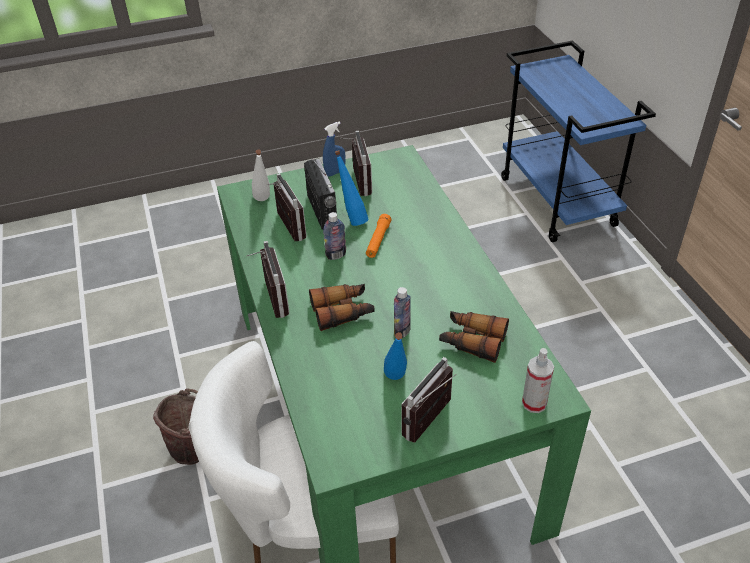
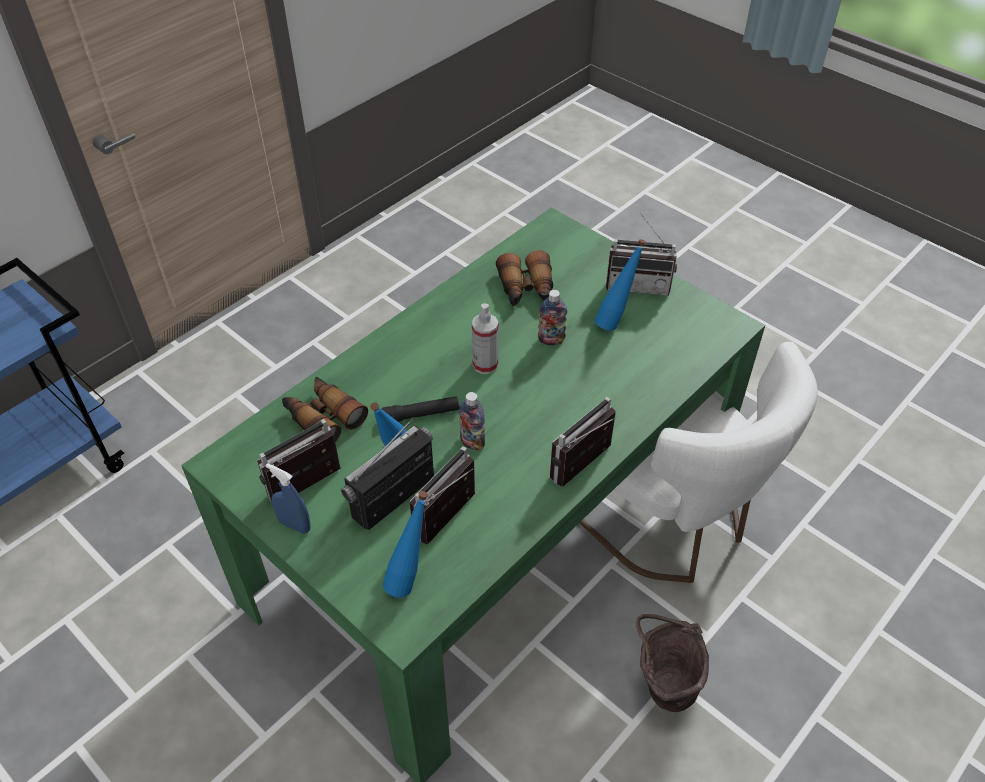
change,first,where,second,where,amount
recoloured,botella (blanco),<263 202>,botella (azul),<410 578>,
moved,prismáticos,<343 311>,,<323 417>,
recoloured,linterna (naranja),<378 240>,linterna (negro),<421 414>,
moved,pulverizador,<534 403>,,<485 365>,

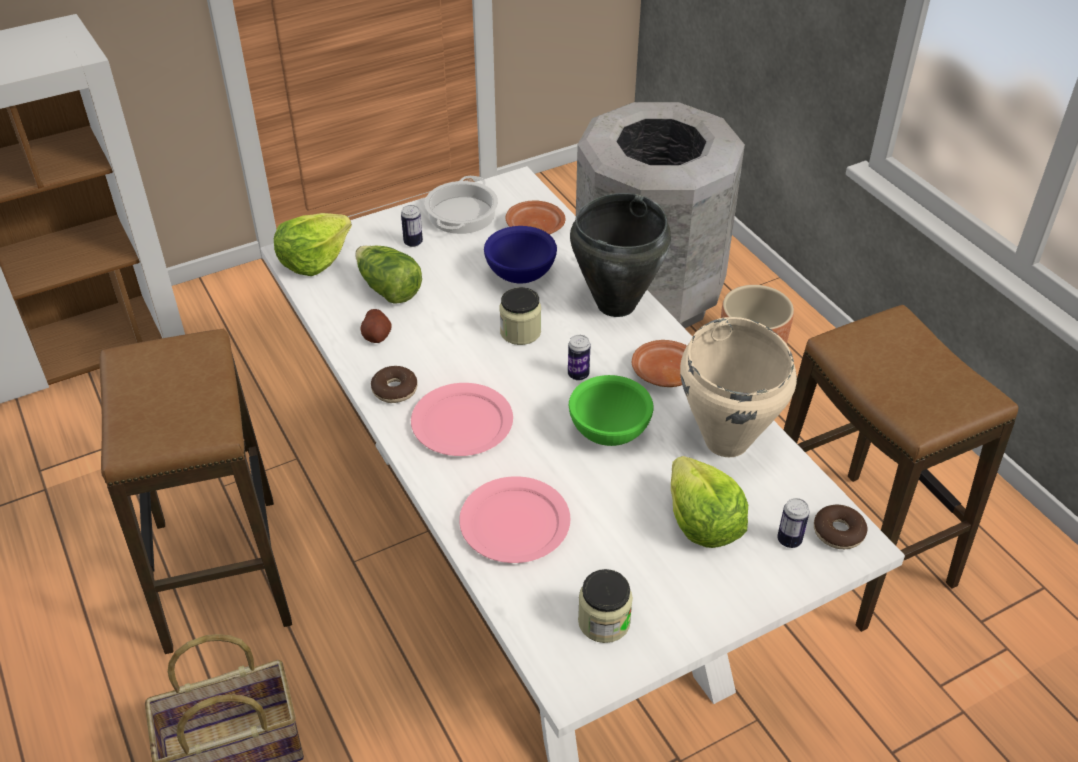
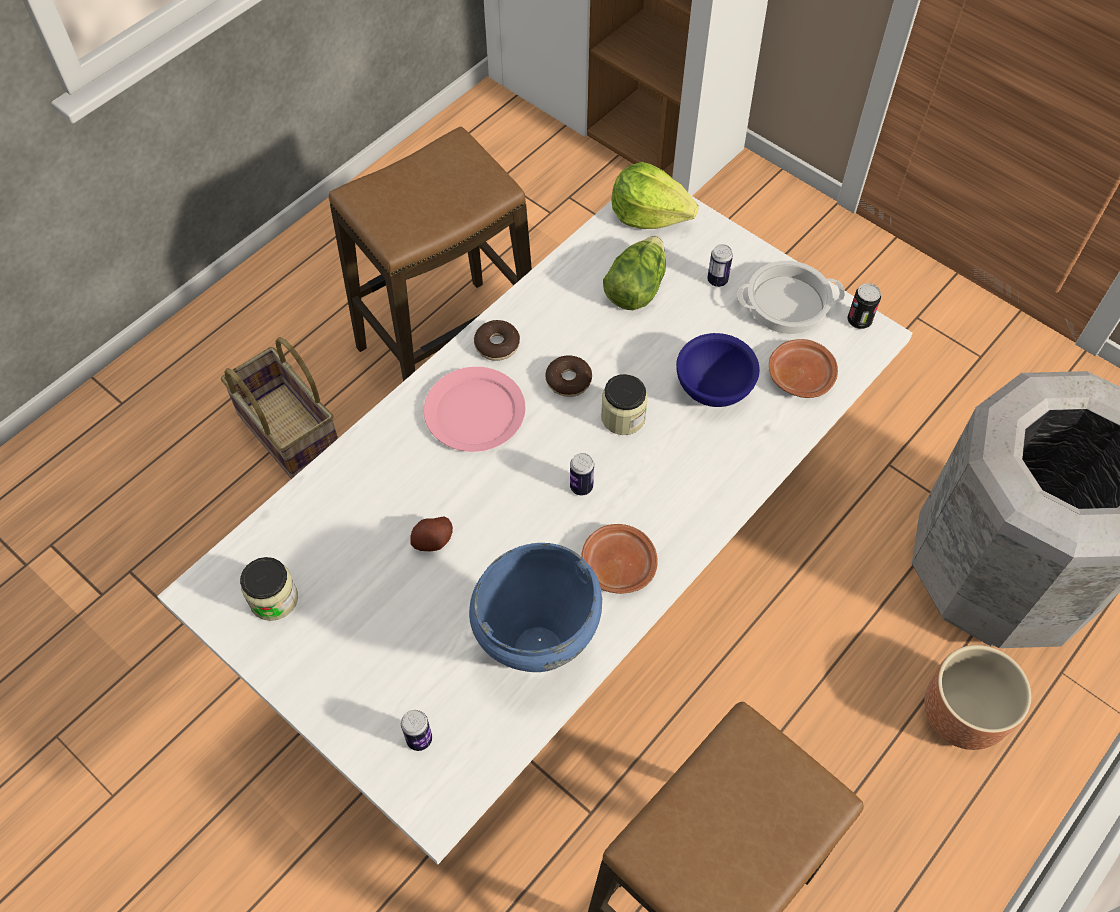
change,first,where,second,where,amount
moved,patata,<377 336>,,<433 540>,
removed,plato (rosa),<515 523>,,,
removed,cuenco (verde),<610 433>,,,
removed,olla (negro),<615 304>,,,
removed,lechuga,<702 522>,,,
recoloured,olla (beis),<727 440>,olla (azul),<539 650>,
moved,rosquilla,<838 532>,,<568 380>,
added,,,lata,<859 320>,

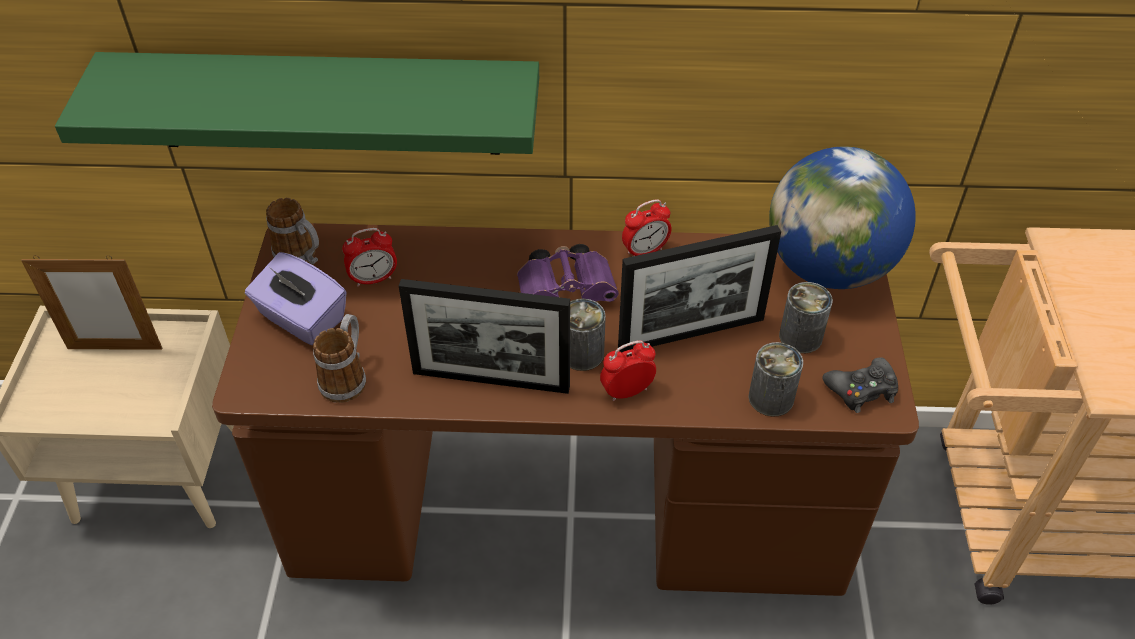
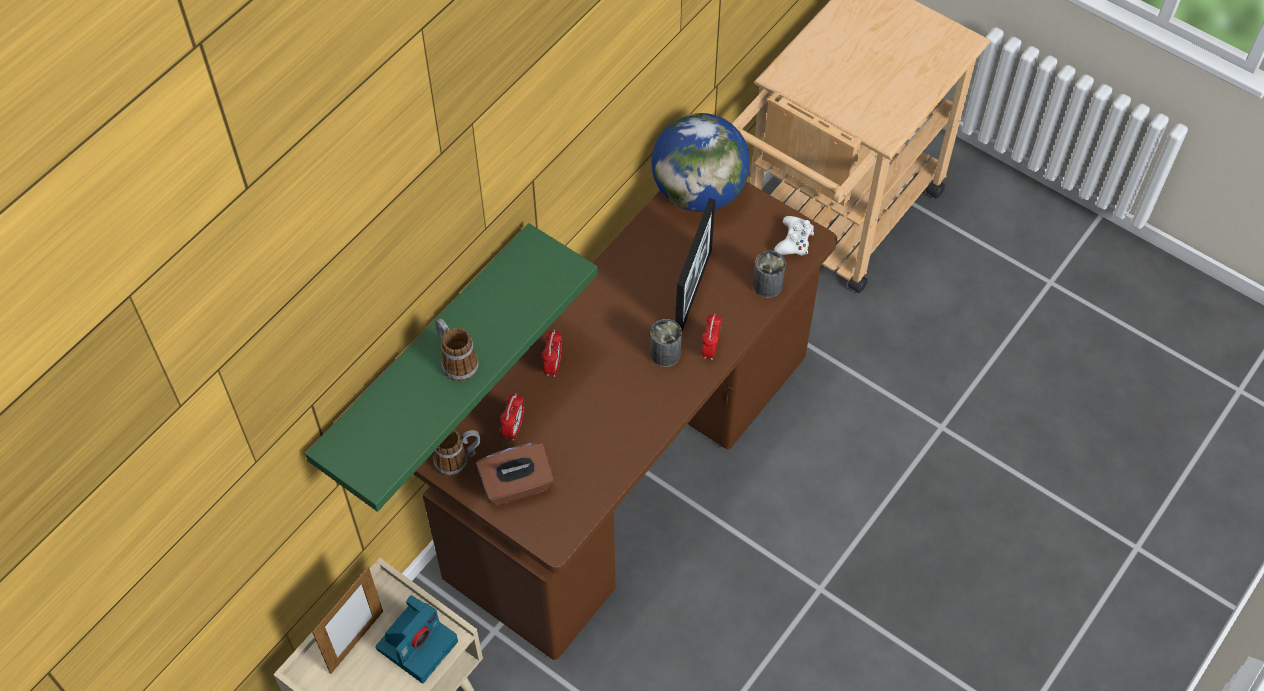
change,first,where,second,where,amount
recoloured,caja de pañuelos (morado),<301 319>,caja de pañuelos (marrón),<517 485>,
moved,taza grande,<347 377>,,<456 361>,
removed,portarretratos,<491 380>,,,
removed,prismáticos (morado),<568 292>,,,
moved,despertador,<645 251>,,<553 365>,
removed,lata,<800 337>,,,
recoloured,mando de consola (negro),<861 390>,mando de consola (blanco),<794 241>,
added,,,cámara,<417 643>,

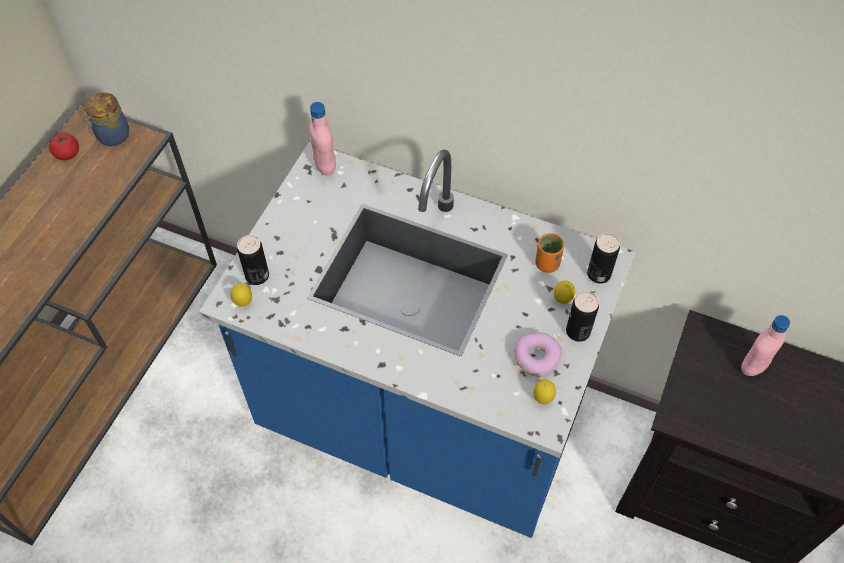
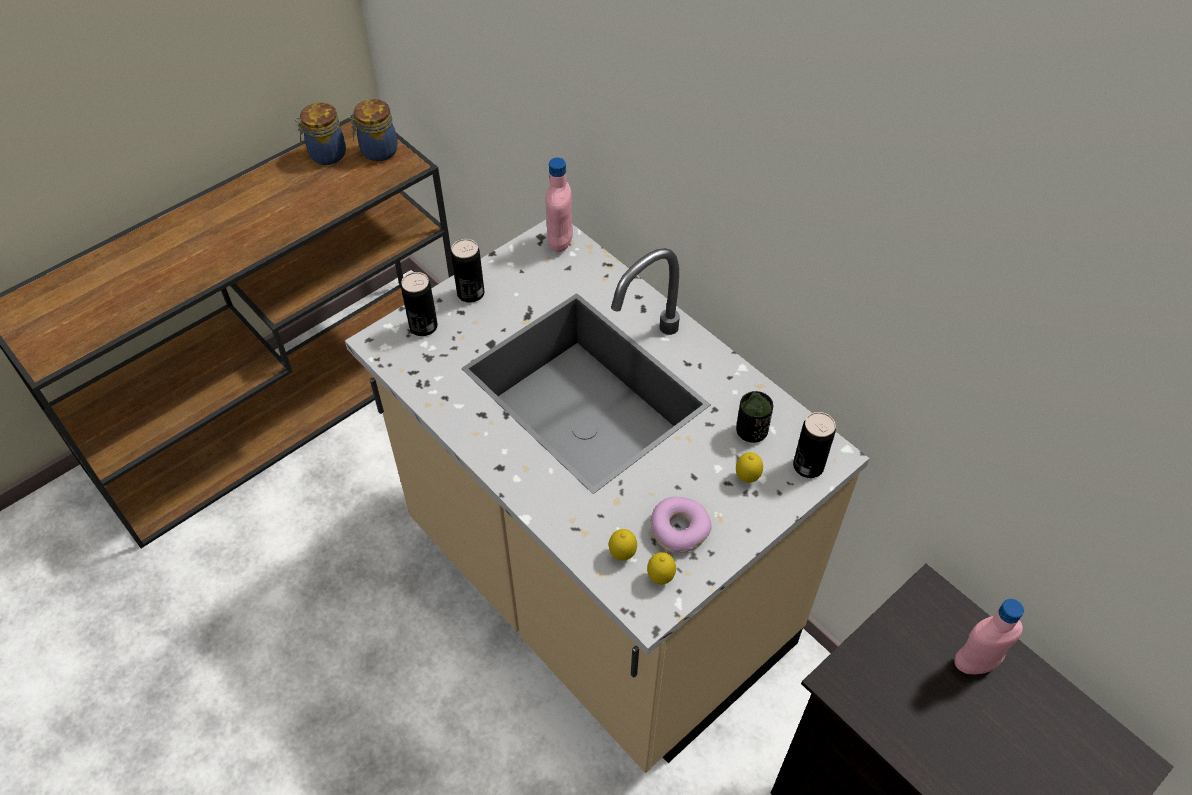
change,first,where,second,where,amount
replaced,tomate,<68 154>,tarro,<326 155>,
recoloured,mueble bajo de cocina (azul),<422 420>,mueble bajo de cocina (beis),<596 590>,
moved,limón,<243 302>,,<622 555>,
recoloured,taza (naranja),<547 264>,taza (negro),<751 431>,
moved,lata,<578 331>,,<470 293>,

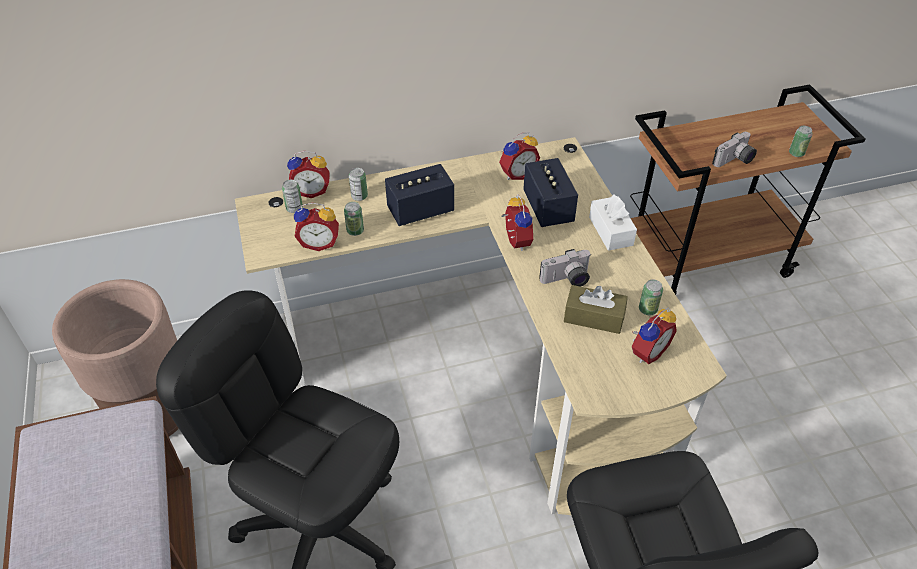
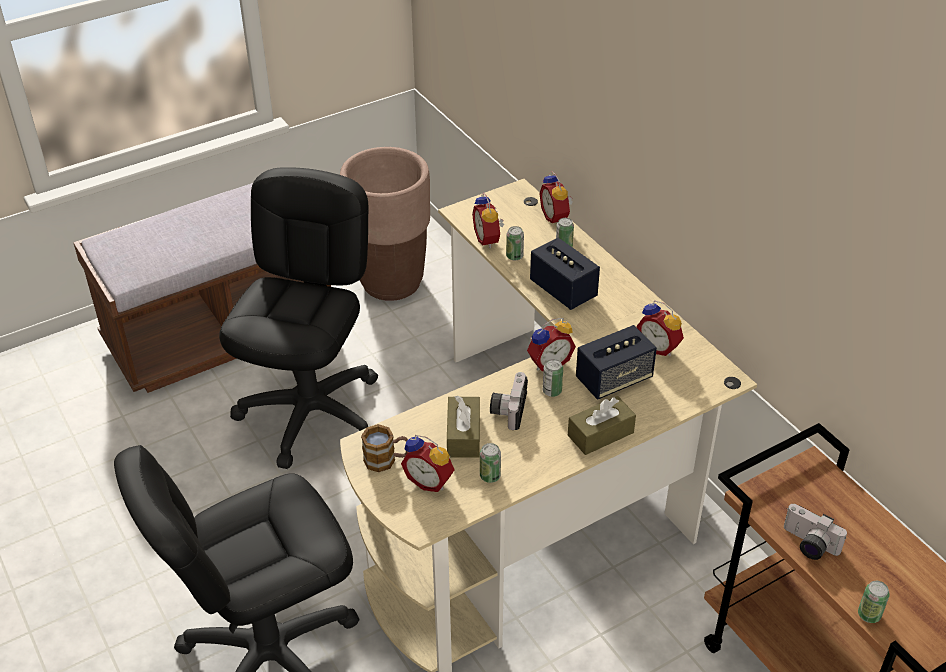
change,first,where,second,where,amount
moved,lata,<294 208>,,<552 391>,
turned,cámara,<567 280>,,<508 409>,45 degrees clockwise
recoloured,caja de pañuelos (blanco),<610 231>,caja de pañuelos (marrón),<600 434>,
added,,,taza grande,<386 460>,

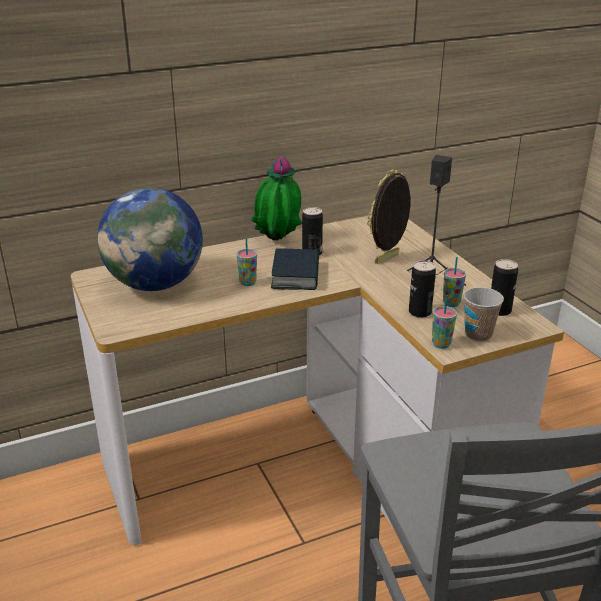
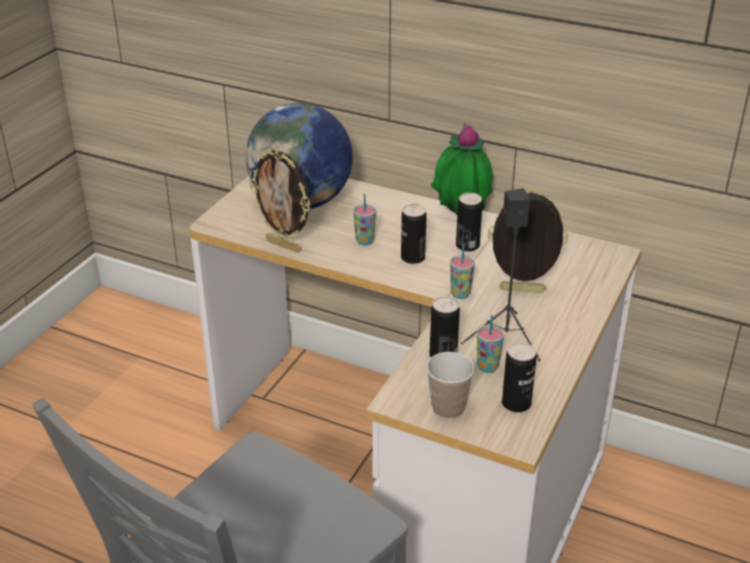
change,first,where,second,where,amount
replaced,libro,<296 275>,lata,<413 258>,
moved,taza,<441 344>,,<460 294>,
added,,,portarretratos,<284 245>,

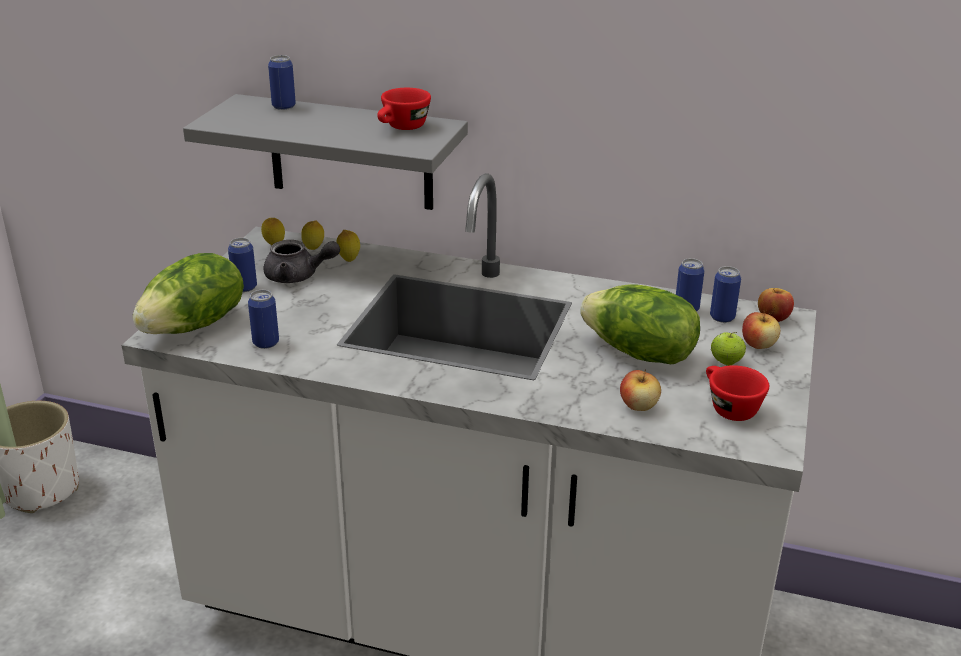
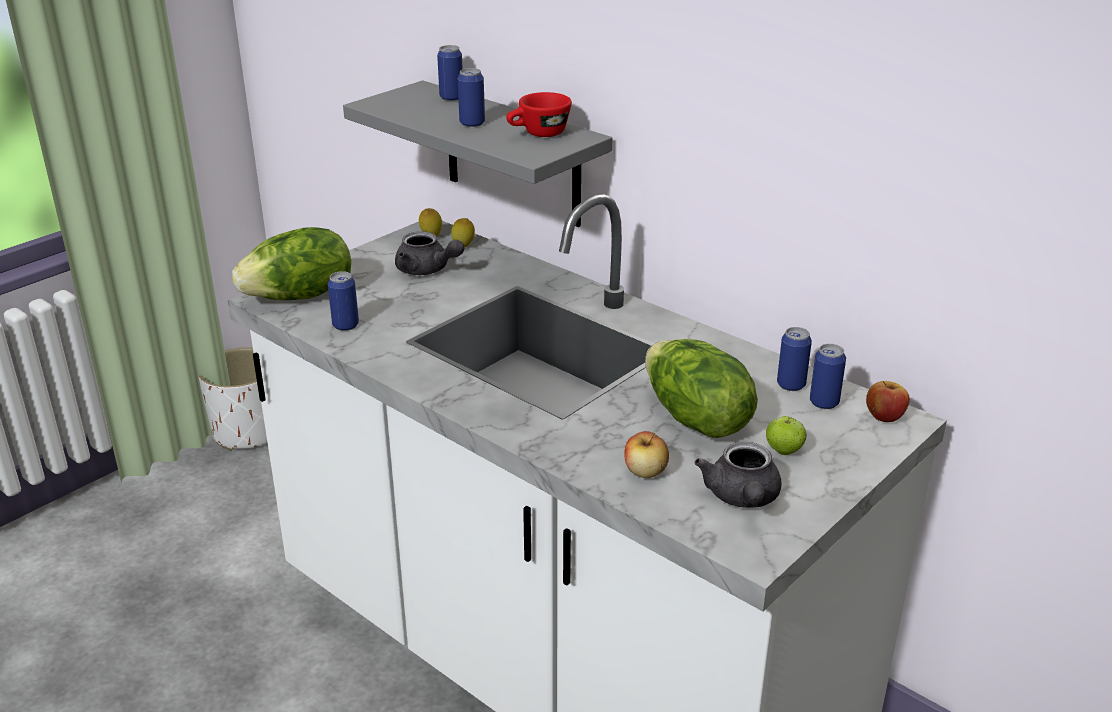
change,first,where,second,where,amount
moved,lata,<245 287>,,<472 123>,
removed,limón,<349 259>,,,
replaced,taza (rojo),<728 407>,tetera (gris),<742 498>,
removed,manzana,<758 345>,,,

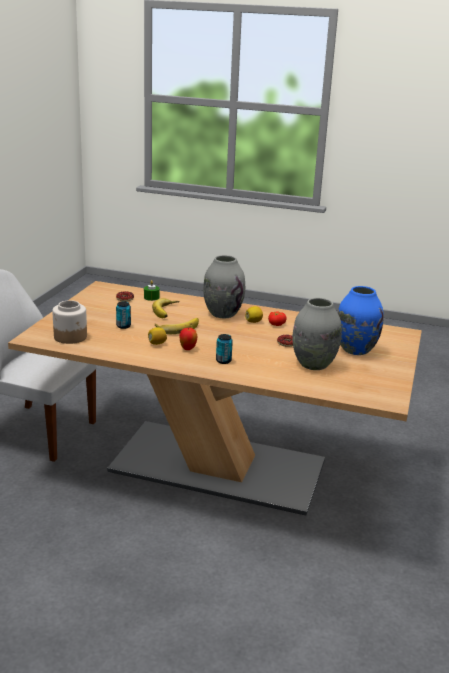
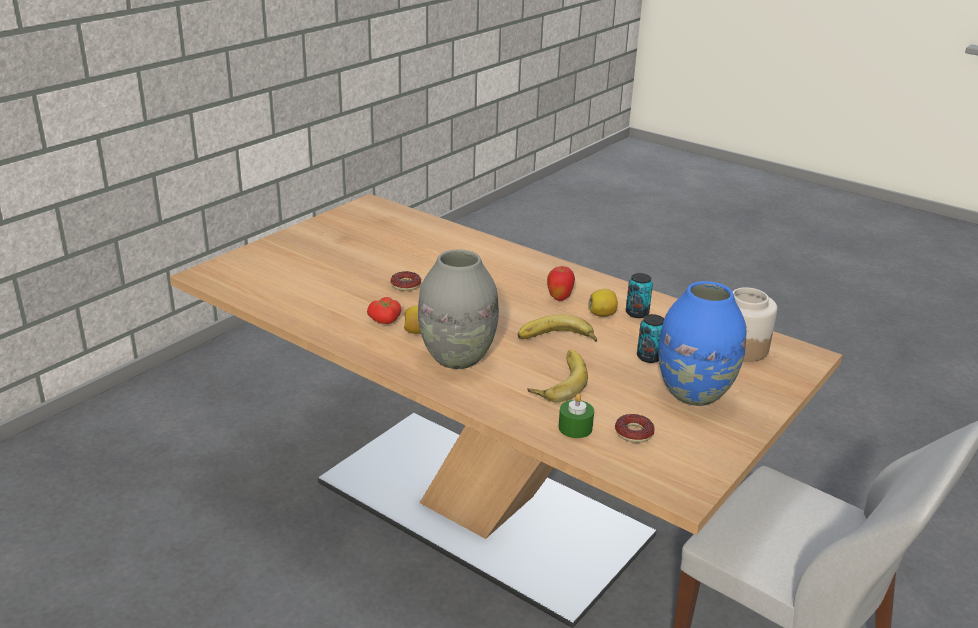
change,first,where,second,where,amount
moved,lata,<223 361>,,<637 313>,
removed,florero (gris),<313 364>,,,
moved,florero (azul),<355 349>,,<694 394>,

